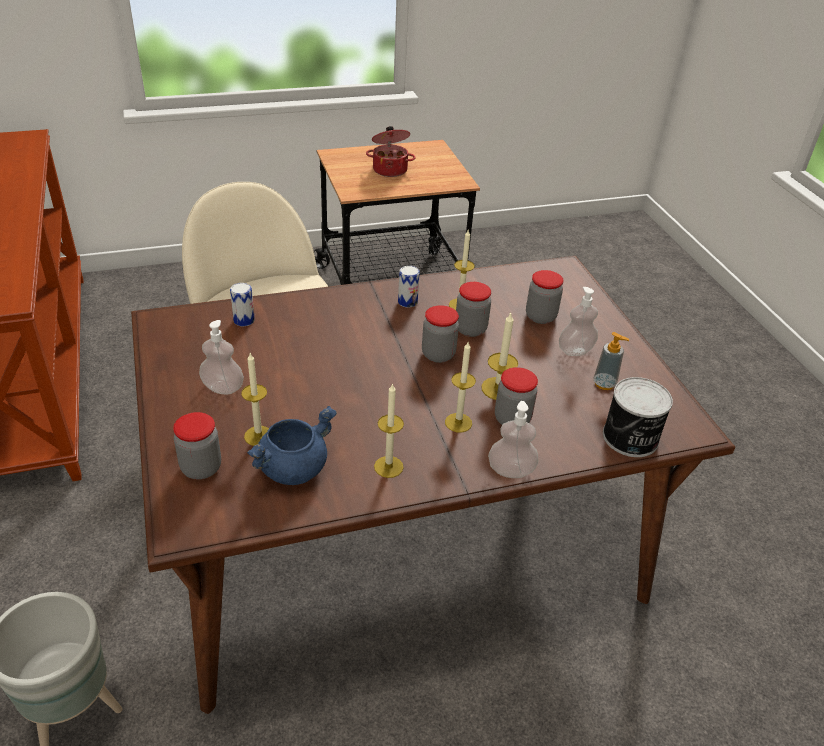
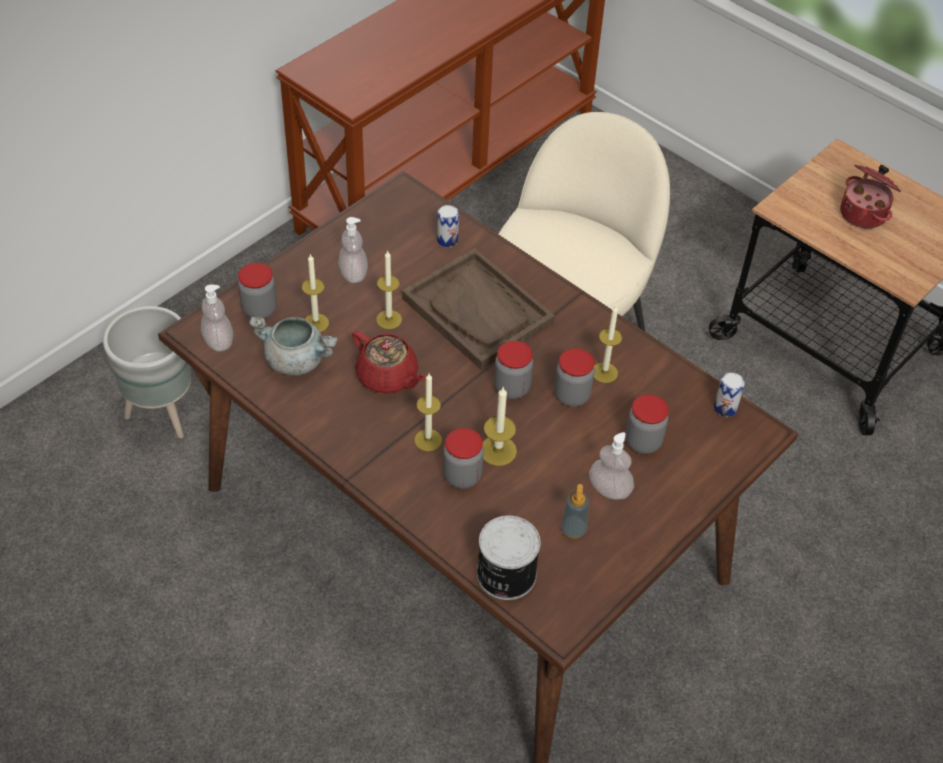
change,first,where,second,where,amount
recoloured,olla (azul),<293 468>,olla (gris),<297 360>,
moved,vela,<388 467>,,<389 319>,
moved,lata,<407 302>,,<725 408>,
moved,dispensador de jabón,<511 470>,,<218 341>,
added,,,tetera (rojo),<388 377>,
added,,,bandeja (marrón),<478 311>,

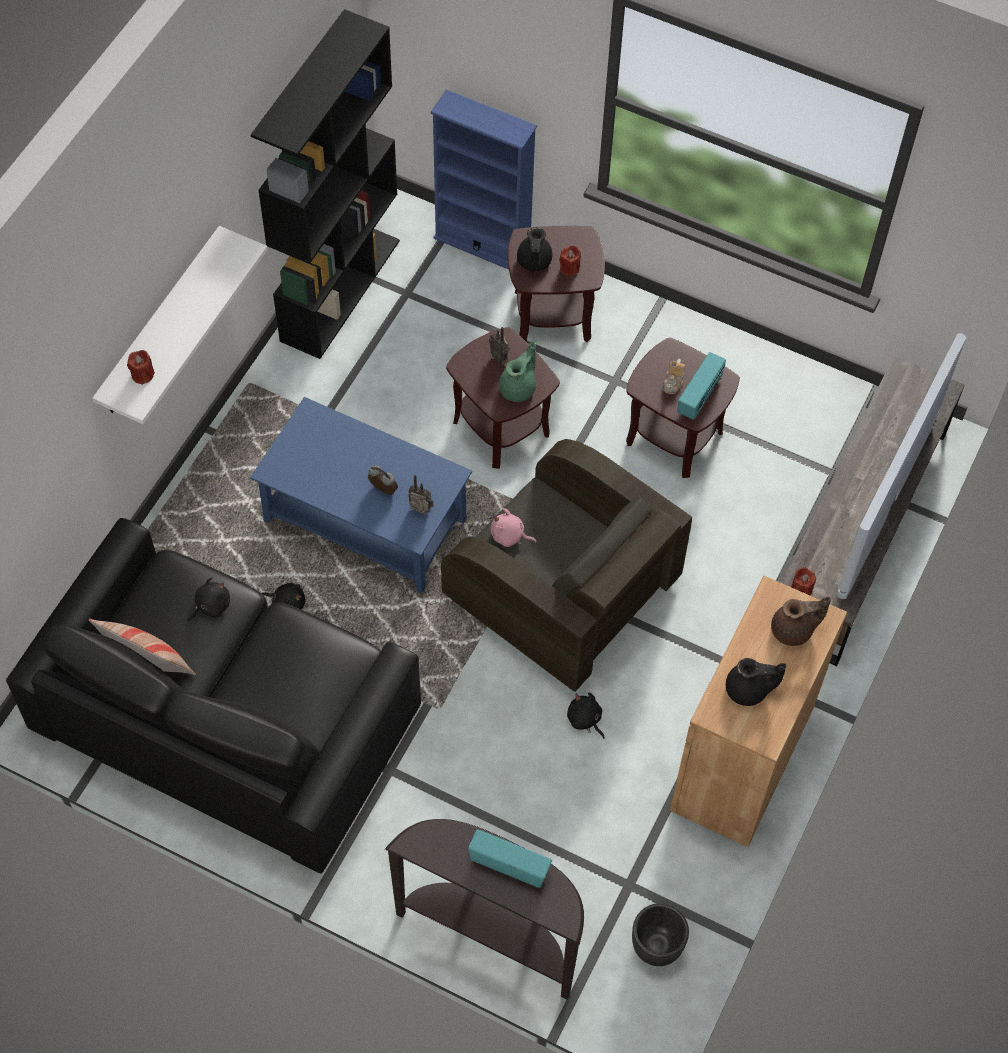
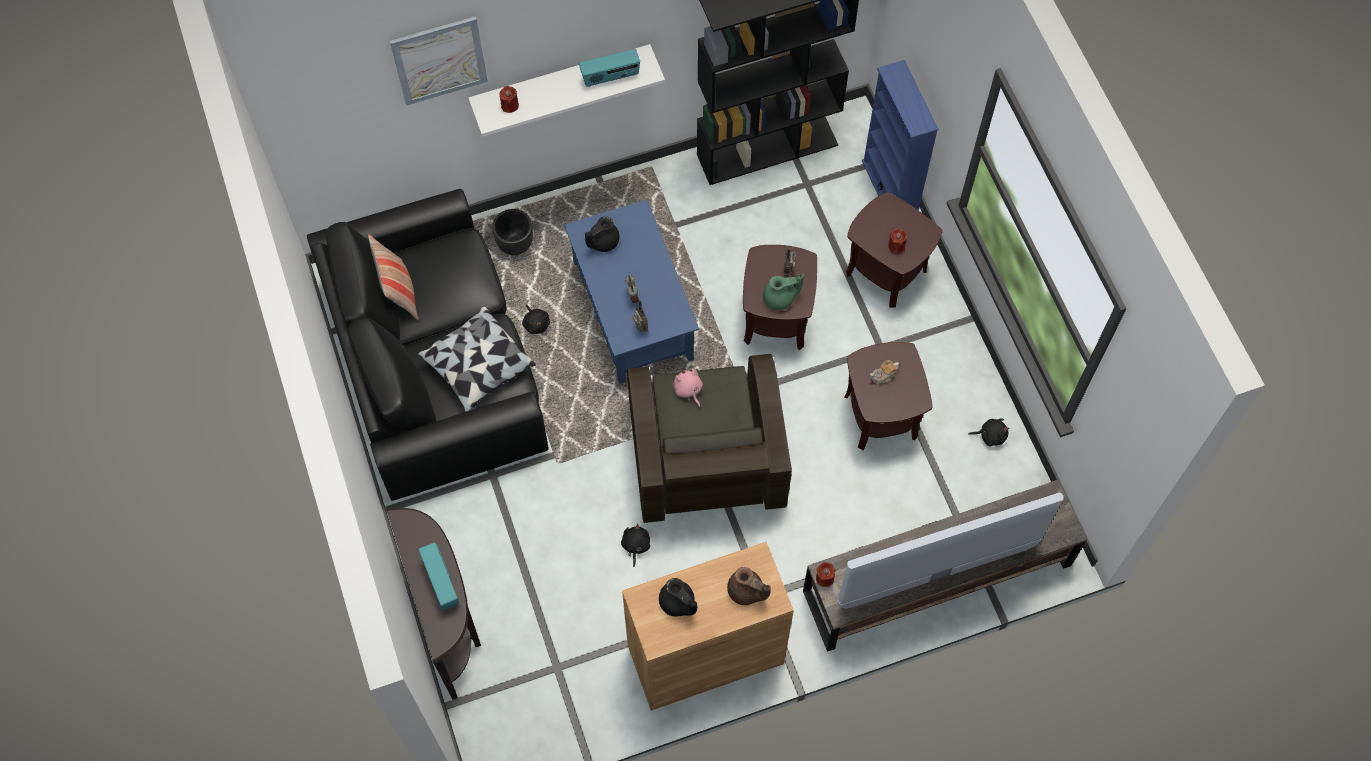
change,first,where,second,where,amount
moved,peluche (negro),<211 606>,,<990 435>,
moved,tetera (negro),<533 262>,,<602 242>,
moved,maceta (negro),<656 947>,,<514 244>,
moved,radio,<700 396>,,<610 77>,
added,,,cuadro,<439 60>,
added,,,cojín,<477 366>,

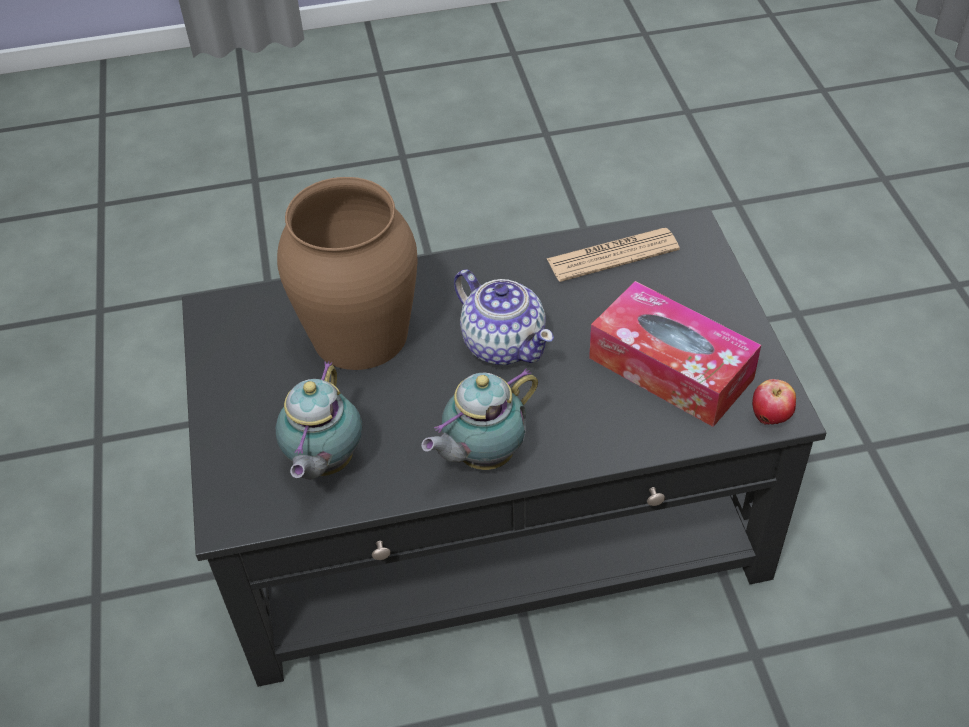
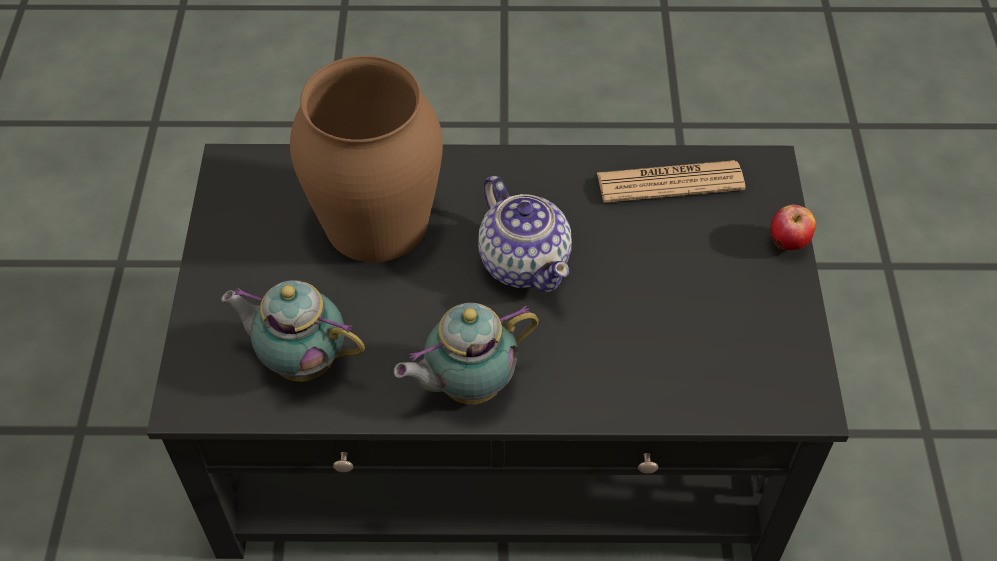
change,first,where,second,where,amount
turned,tetera,<324 464>,,<301 360>,90 degrees clockwise
removed,caja de pañuelos,<670 368>,,,
moved,manzana,<770 418>,,<788 244>,

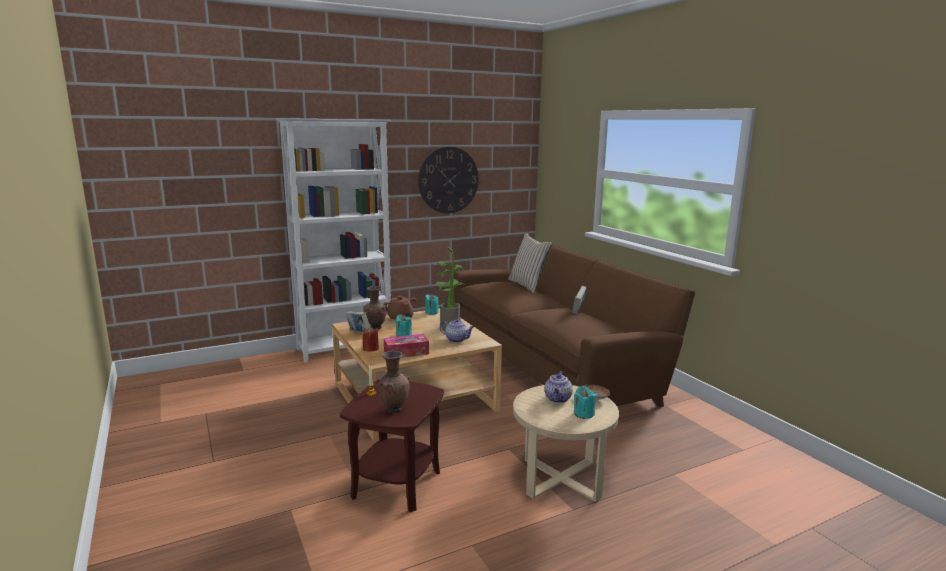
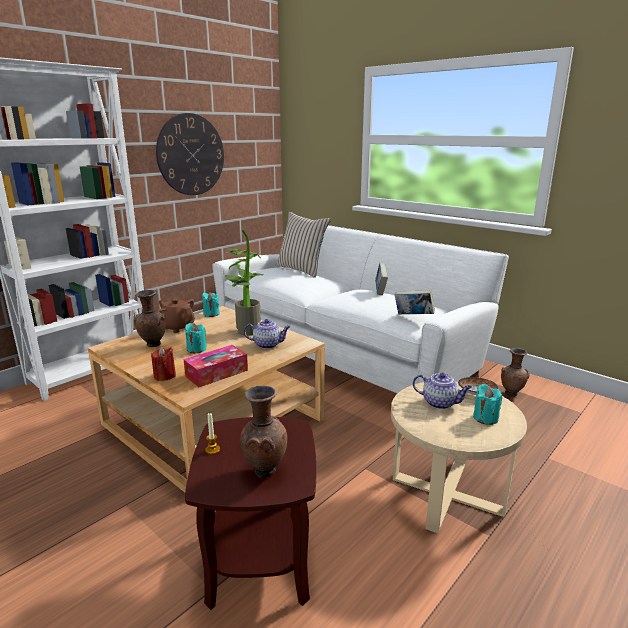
change,first,where,second,where,amount
moved,libro,<358 333>,,<413 316>,
recoloured,sofá (marrón),<553 366>,sofá (blanco),<344 353>,
turned,tetera,<558 399>,,<440 403>,60 degrees counterclockwise
added,,,florero (marrón),<511 393>,

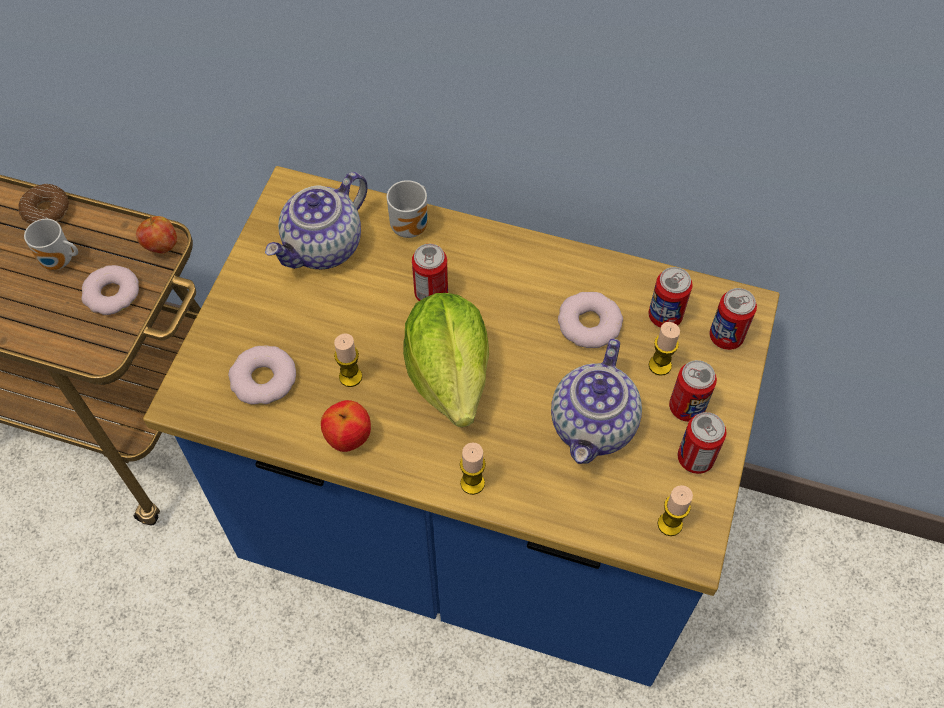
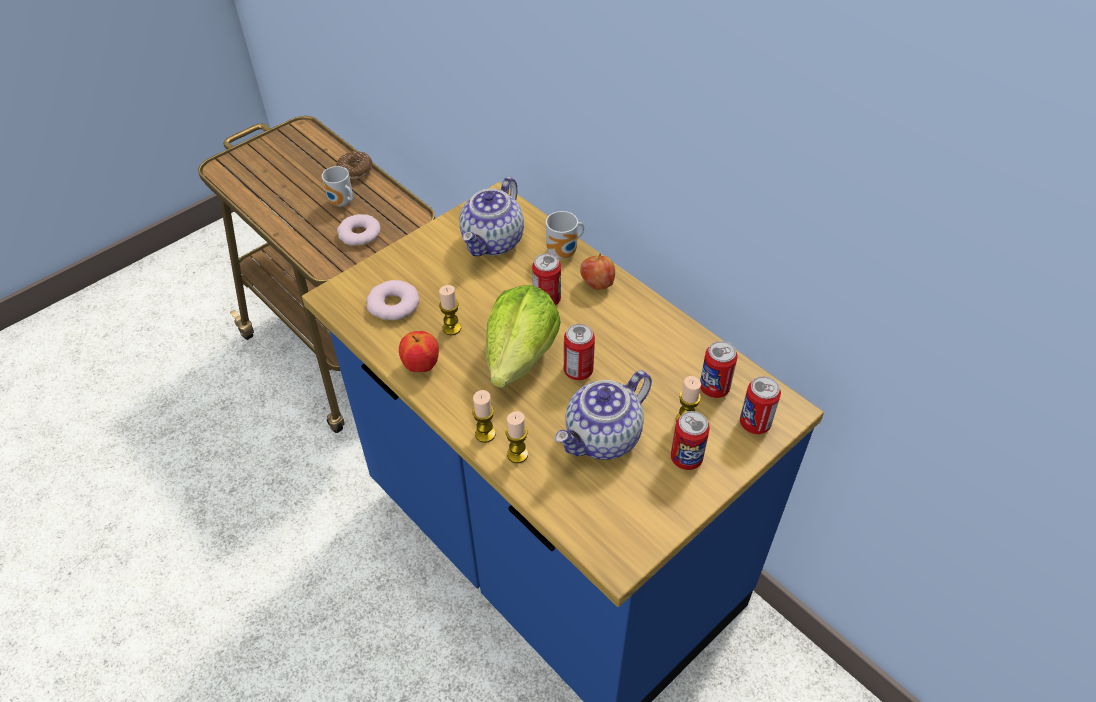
change,first,where,second,where,amount
moved,manzana,<161 246>,,<597 284>,
turned,tetera,<323 247>,,<493 242>,45 degrees counterclockwise
removed,rosquilla,<588 324>,,,
moved,vela,<669 524>,,<517 454>,
moved,lata,<695 458>,,<578 371>,

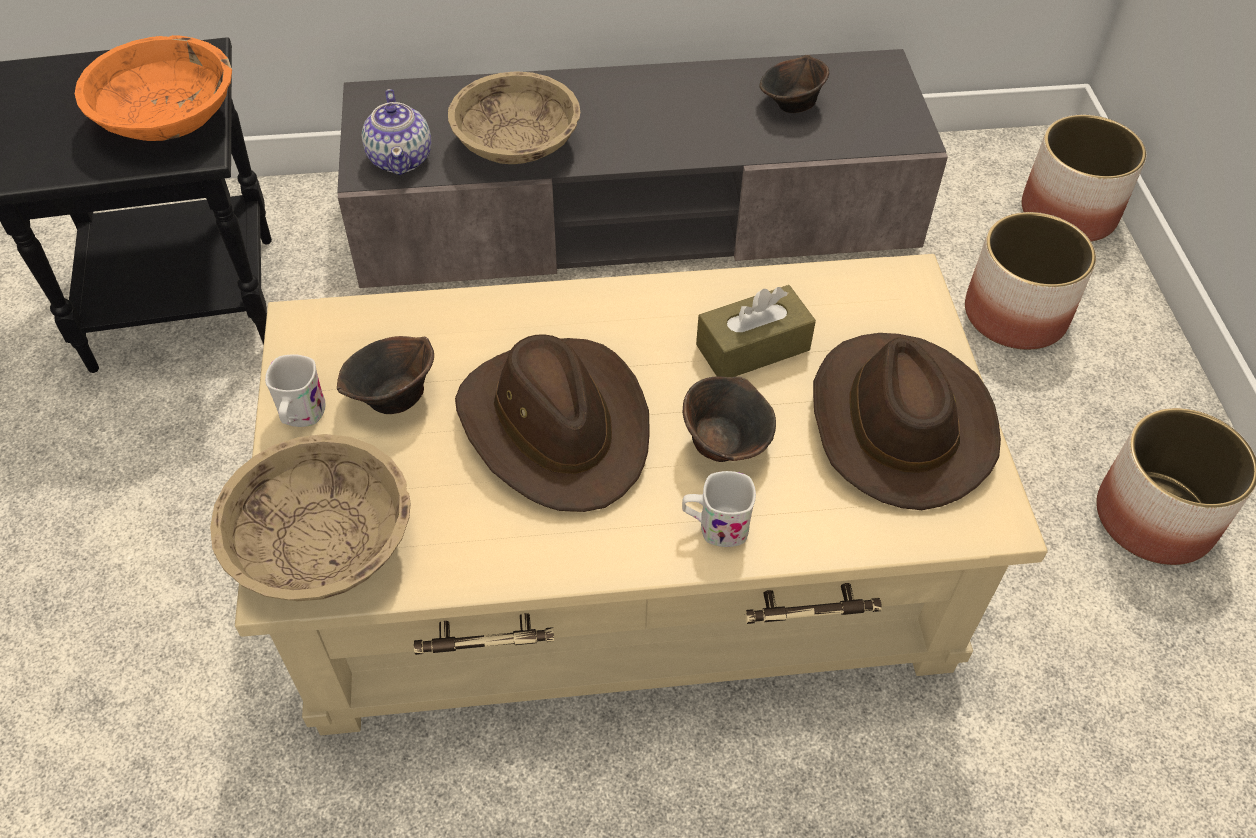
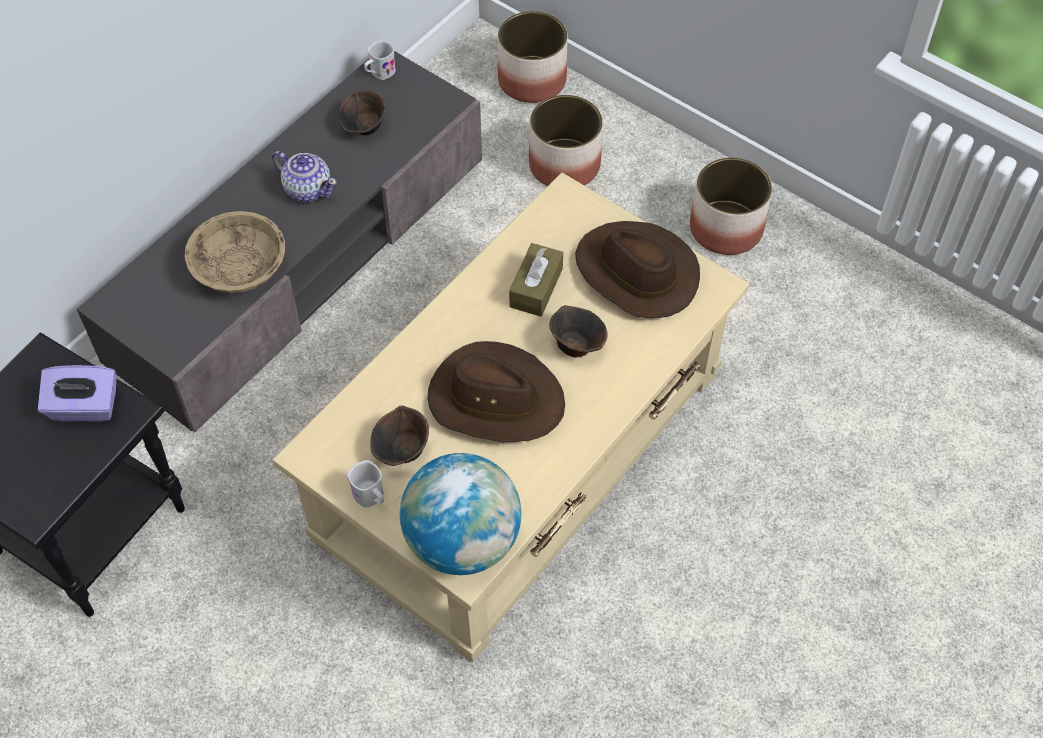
change,first,where,second,where,amount
replaced,cuenco (naranja),<168 119>,caja de pañuelos (morado),<84 407>,
replaced,cuenco (beis),<323 546>,globo terráqueo,<463 540>,
moved,tetera,<401 158>,,<307 189>,
moved,taza grande (blanco),<715 527>,,<379 73>,

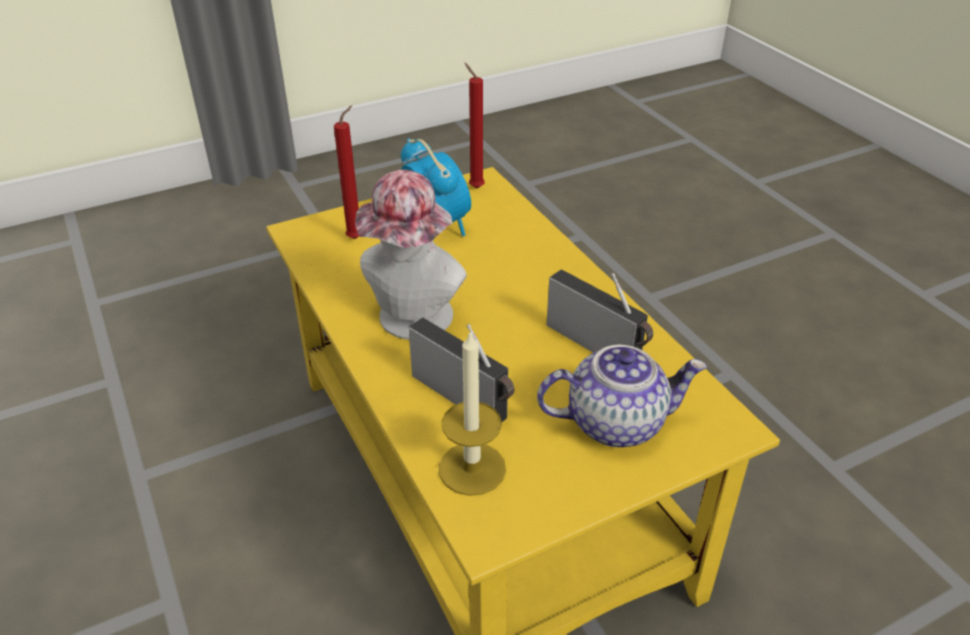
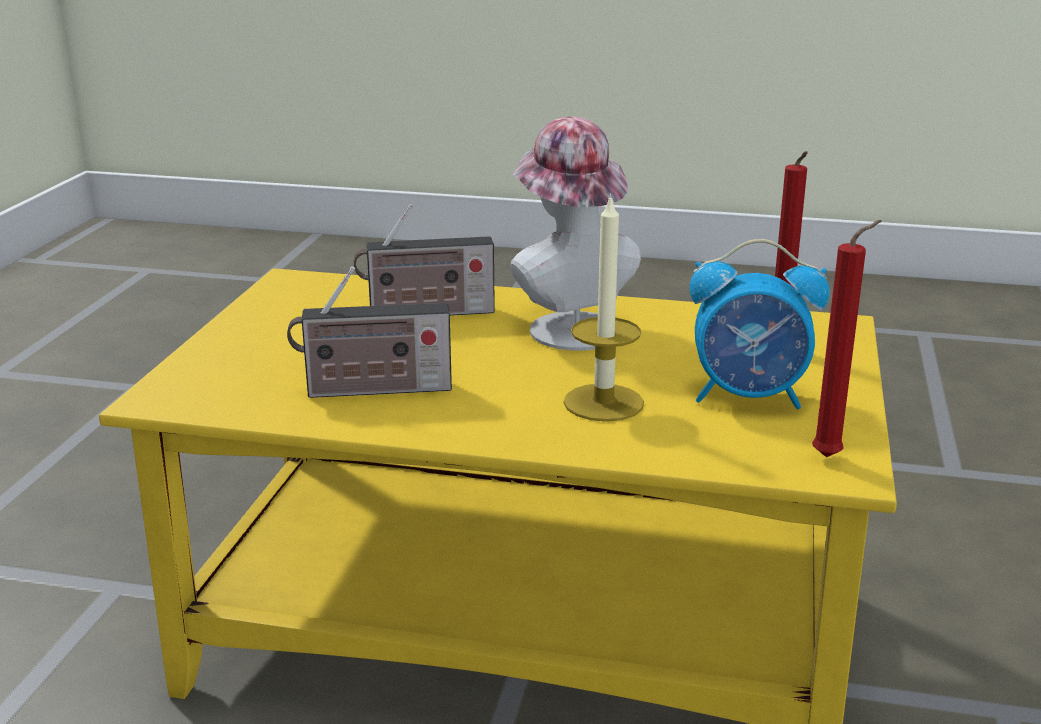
change,first,where,second,where,amount
moved,vela,<472 468>,,<603 403>,
removed,tetera,<616 421>,,,

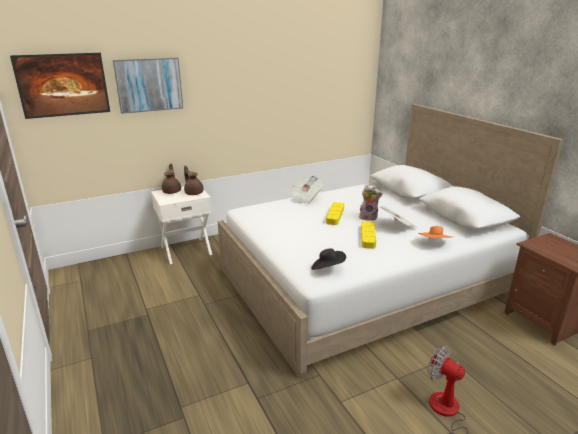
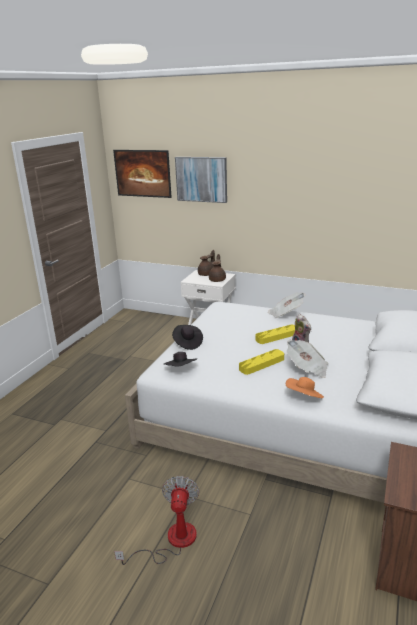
change,first,where,second,where,amount
added,,,sombrero (negro),<187 343>,

